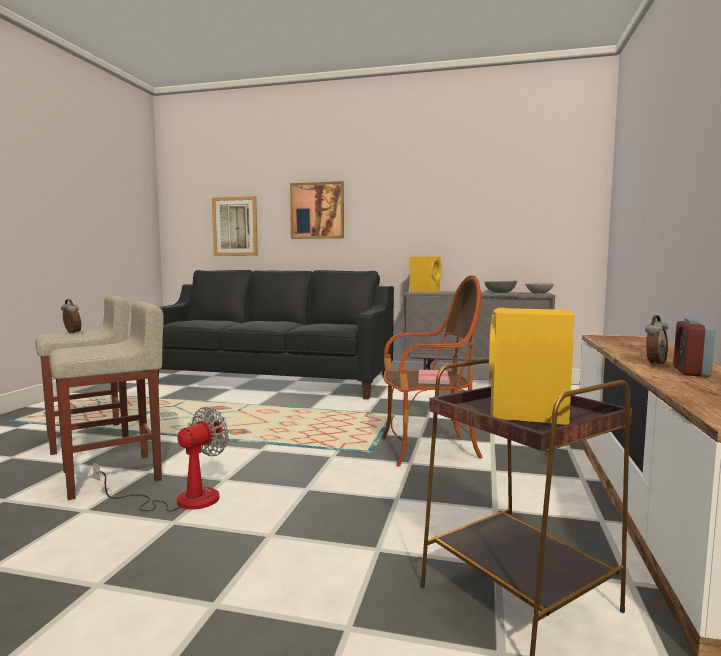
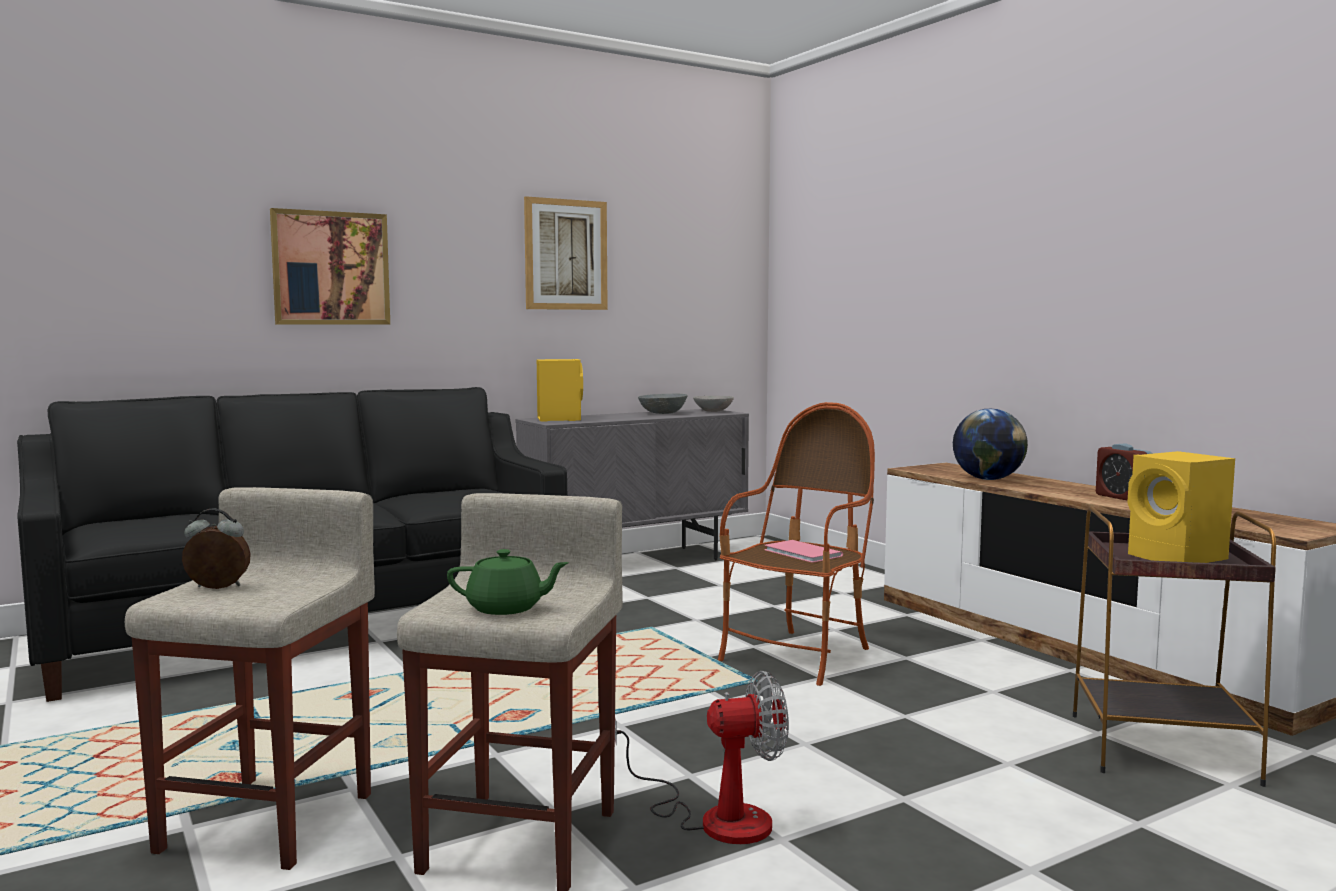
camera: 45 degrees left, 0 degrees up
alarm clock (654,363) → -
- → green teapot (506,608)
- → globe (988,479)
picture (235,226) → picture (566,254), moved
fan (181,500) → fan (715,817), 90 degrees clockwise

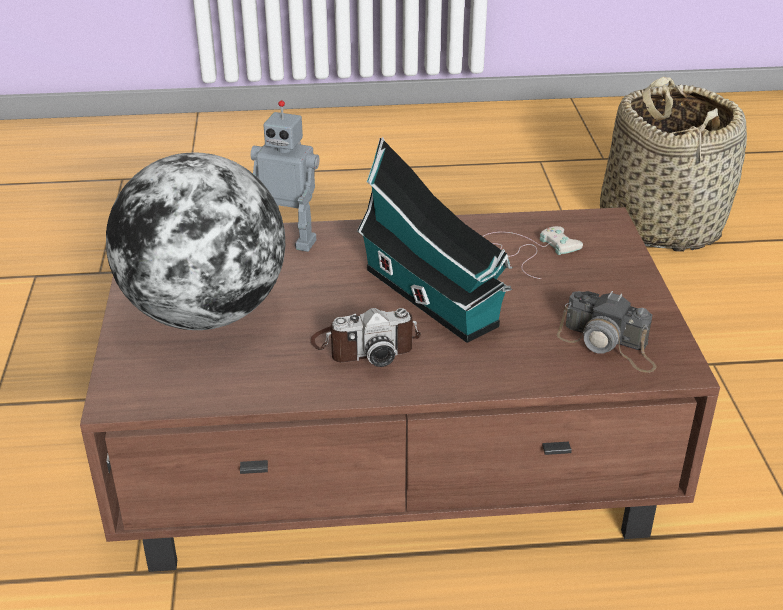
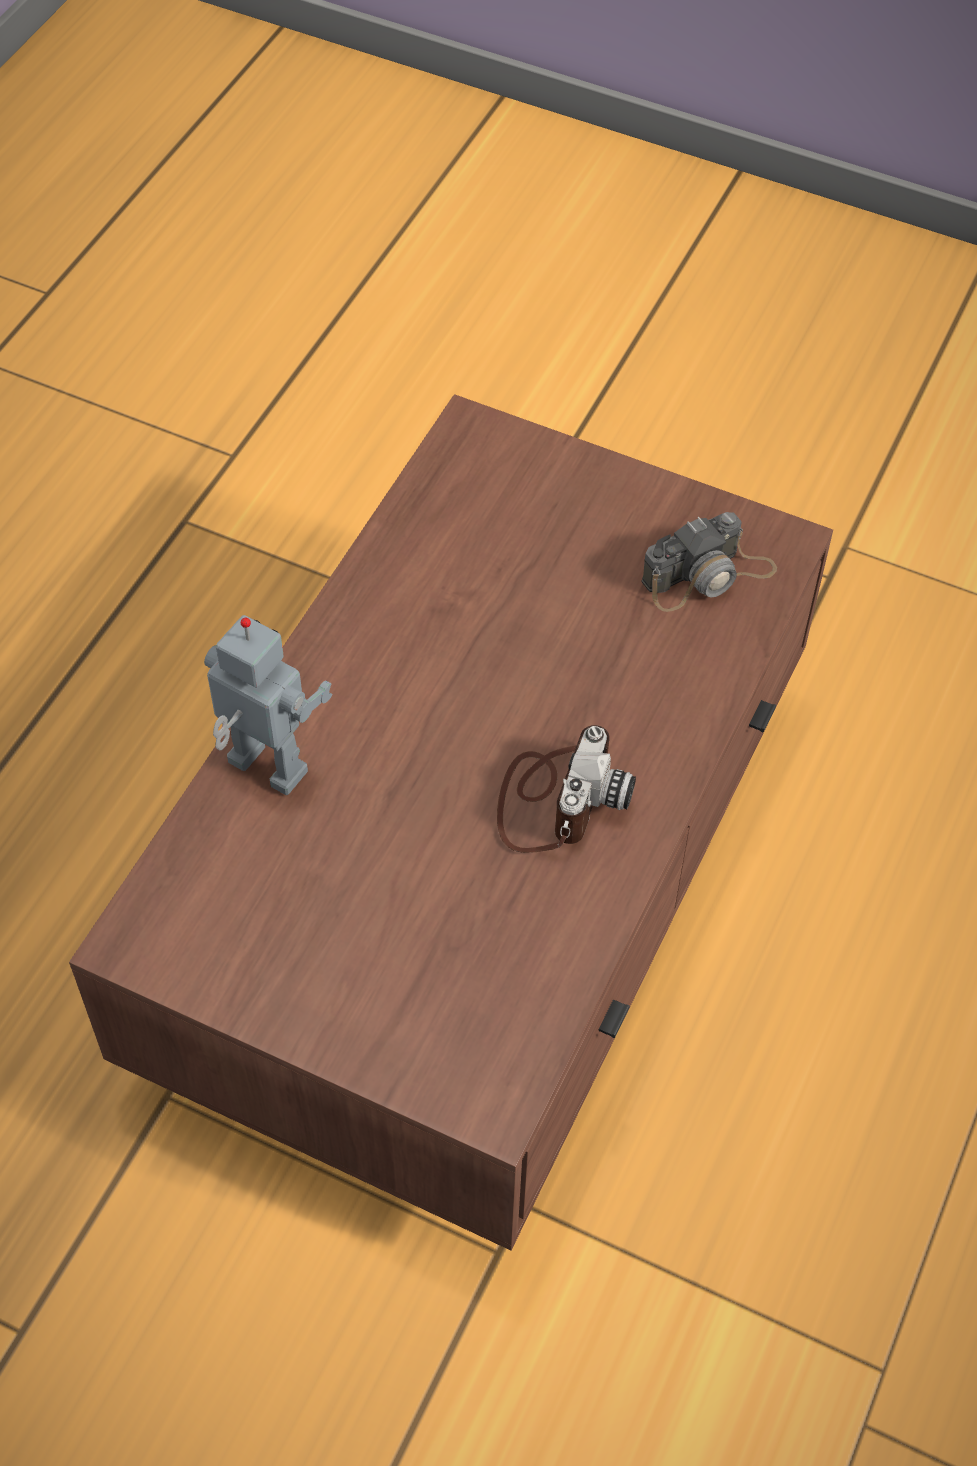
camera: 60 degrees left, 20 degrees up
globe (205,313) → -
toy house (434,300) → -
white game controller (529,250) → -
basket (661,223) → -
toy robot (291,241) → toy robot (264,770), 105 degrees counterclockwise

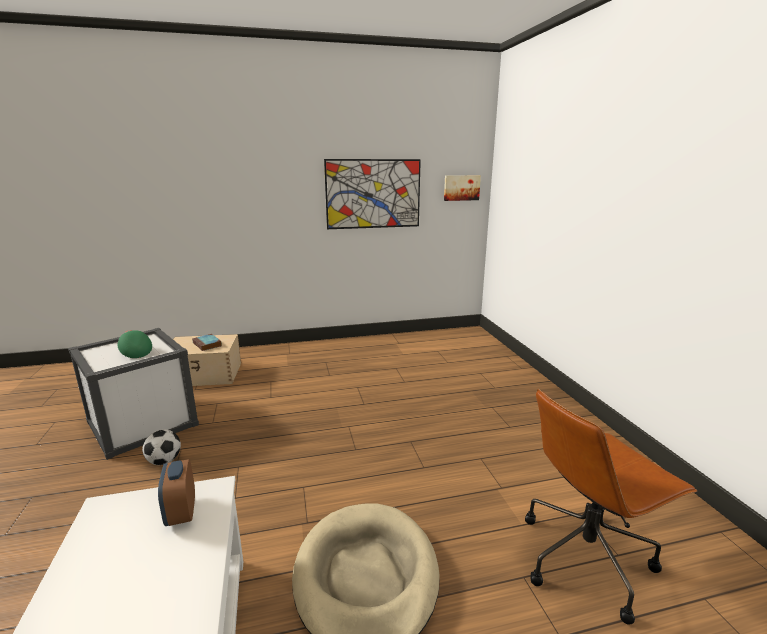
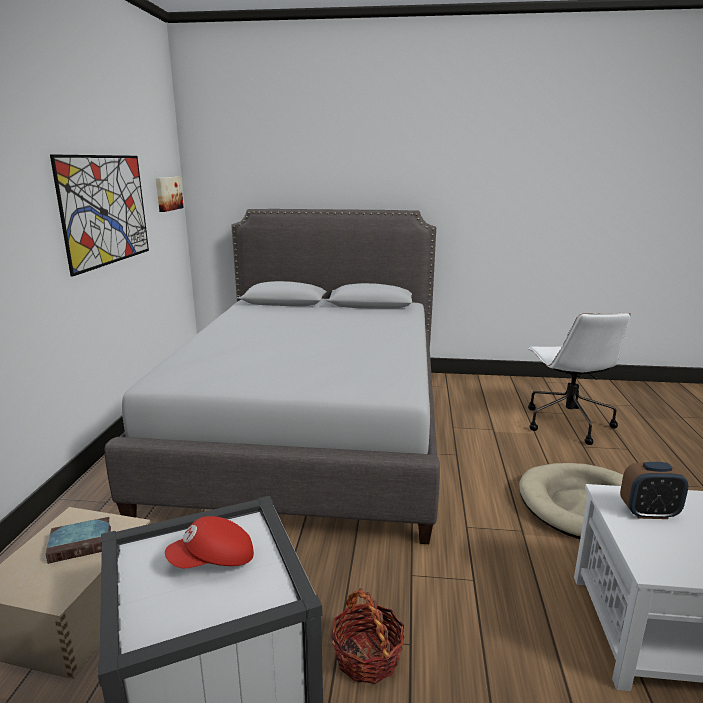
camera: 70 degrees left, 0 degrees up
- → grey bed (312,430)
football (164,461) → basket (367,656)
green cap (135,352) → red cap (213,561)
brown office chair (586,558) → white office chair (566,423)

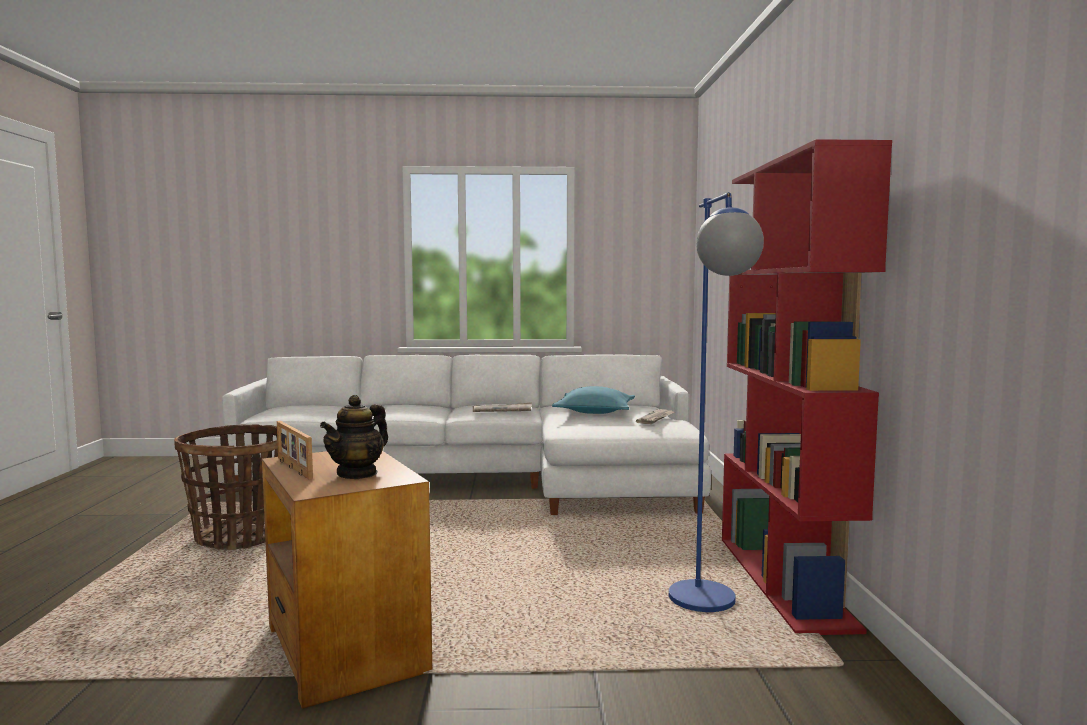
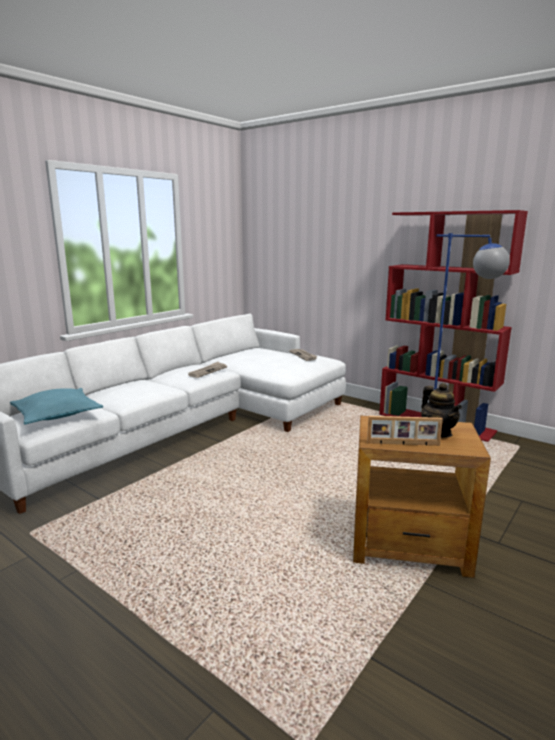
camera: 50 degrees left, 10 degrees up
basket (239,537) → -
turquoise pillow (594,412) → turquoise pillow (57,415), moved

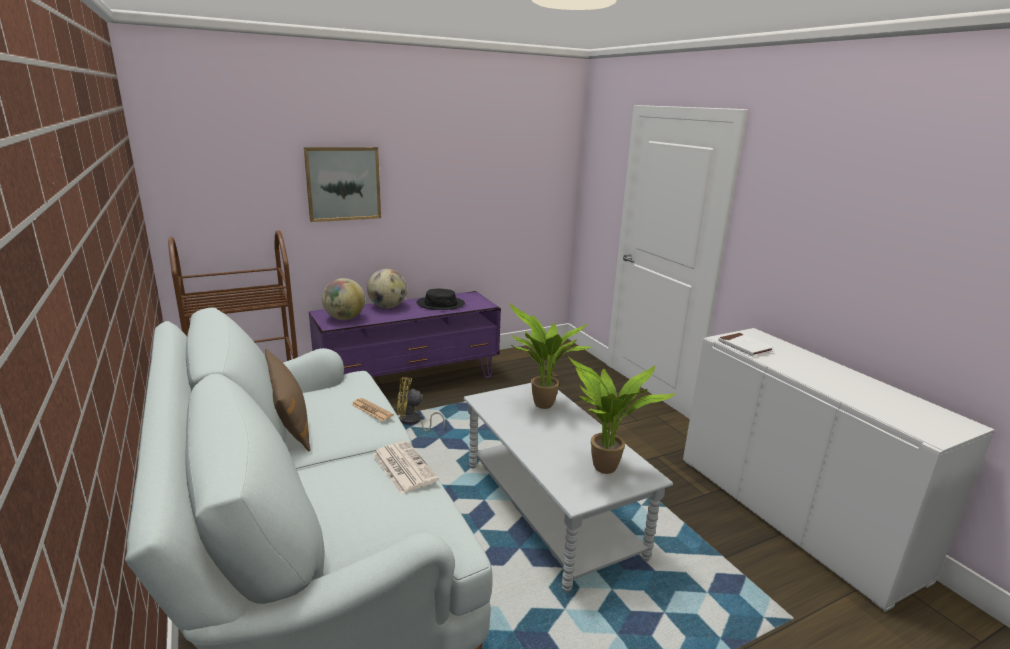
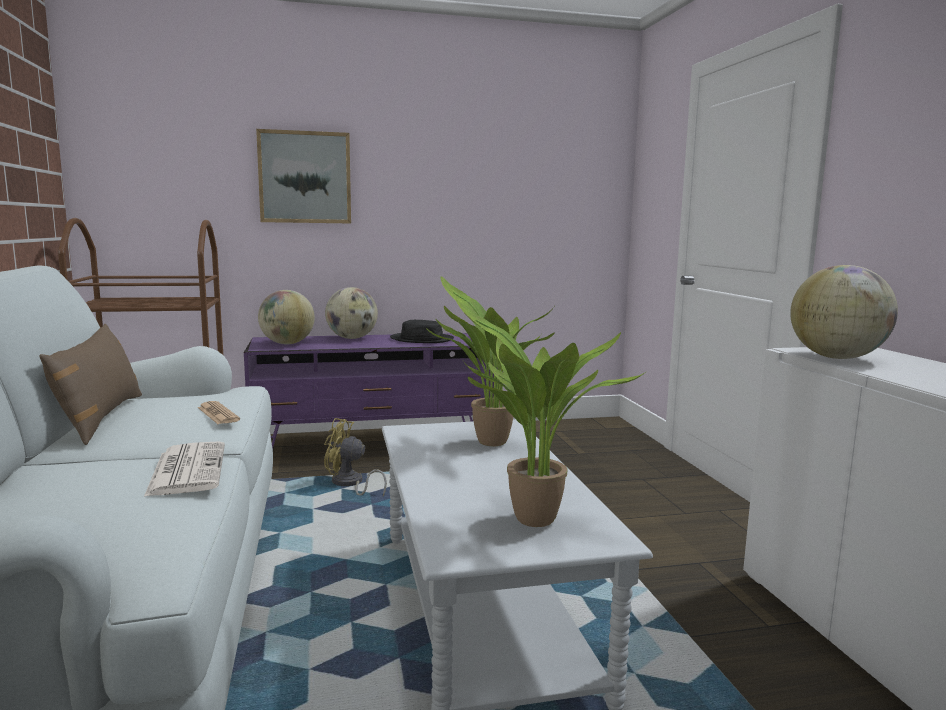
camera: 15 degrees right, 10 degrees down
white book (745,347) → globe (836,358)

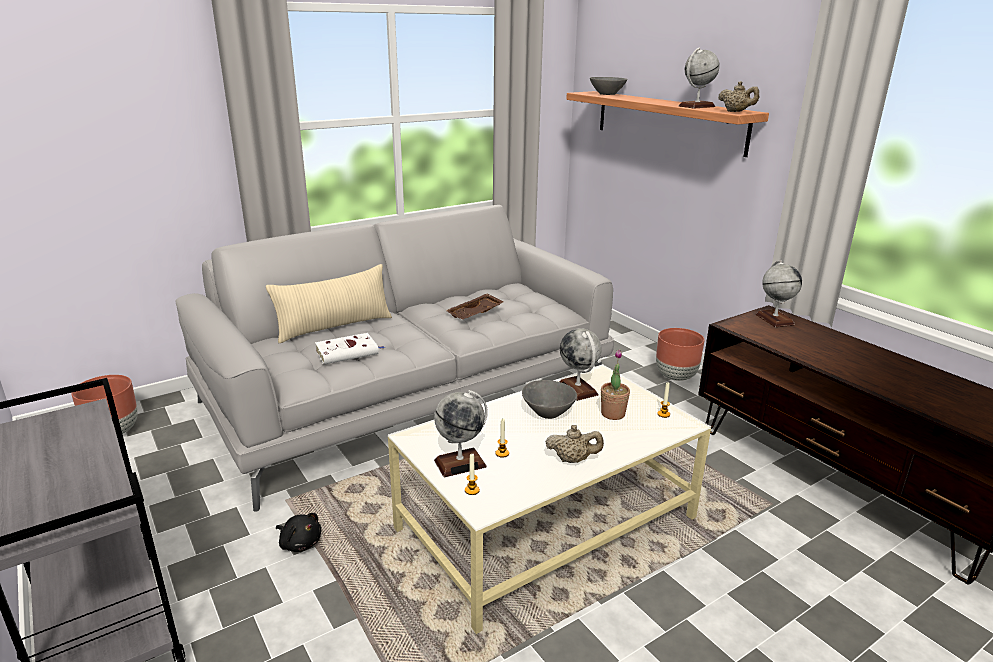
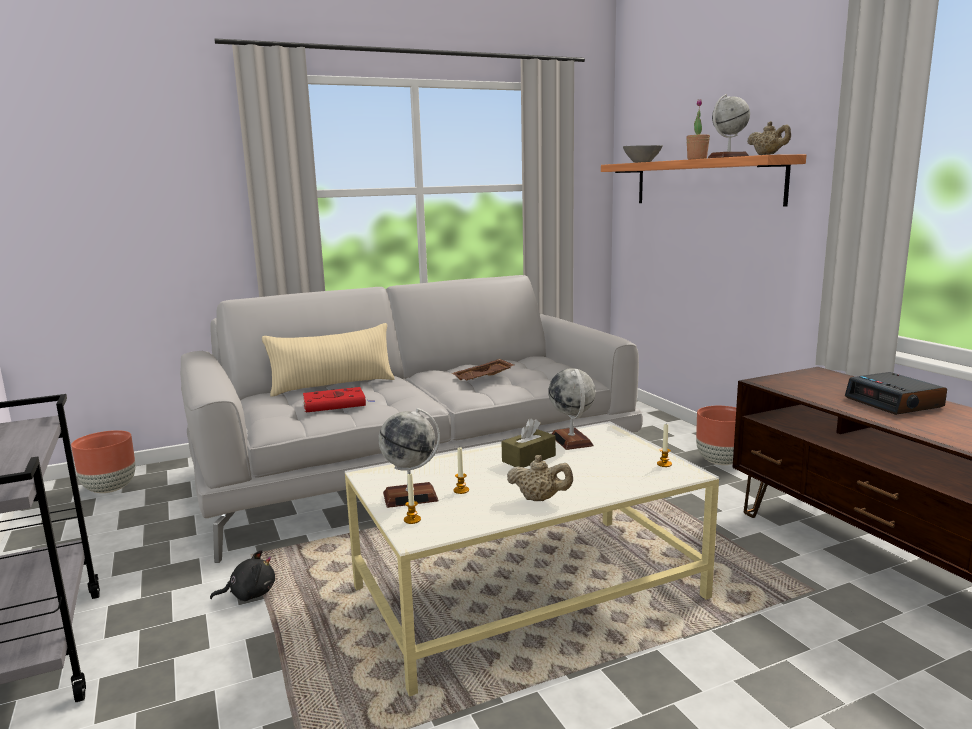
camera: 10 degrees right, 10 degrees down
globe (774,319) → -
- → alarm clock (894,402)
potted plant (613,414) → potted plant (697,159), moved
grey bowl (548,412) → brown tissue box (529,458)
white book (349,352) → red book (336,404)
black plush toy (300,543) → black plush toy (249,594), 60 degrees counterclockwise

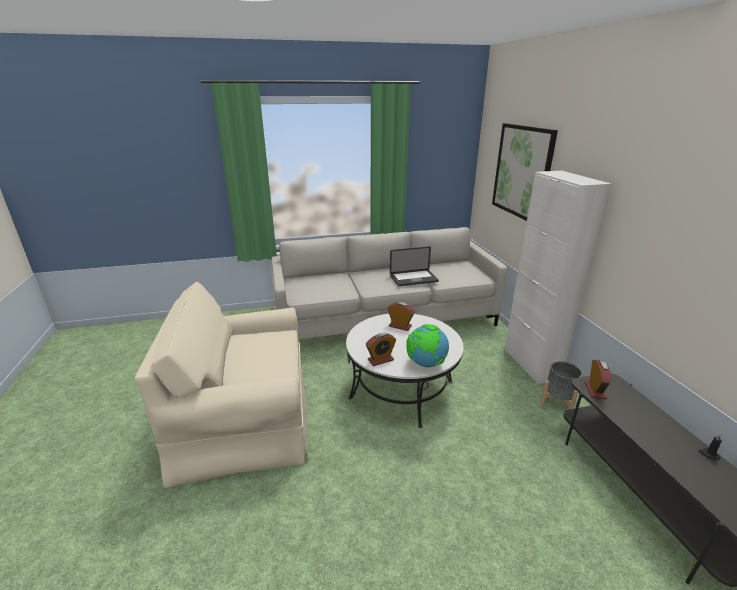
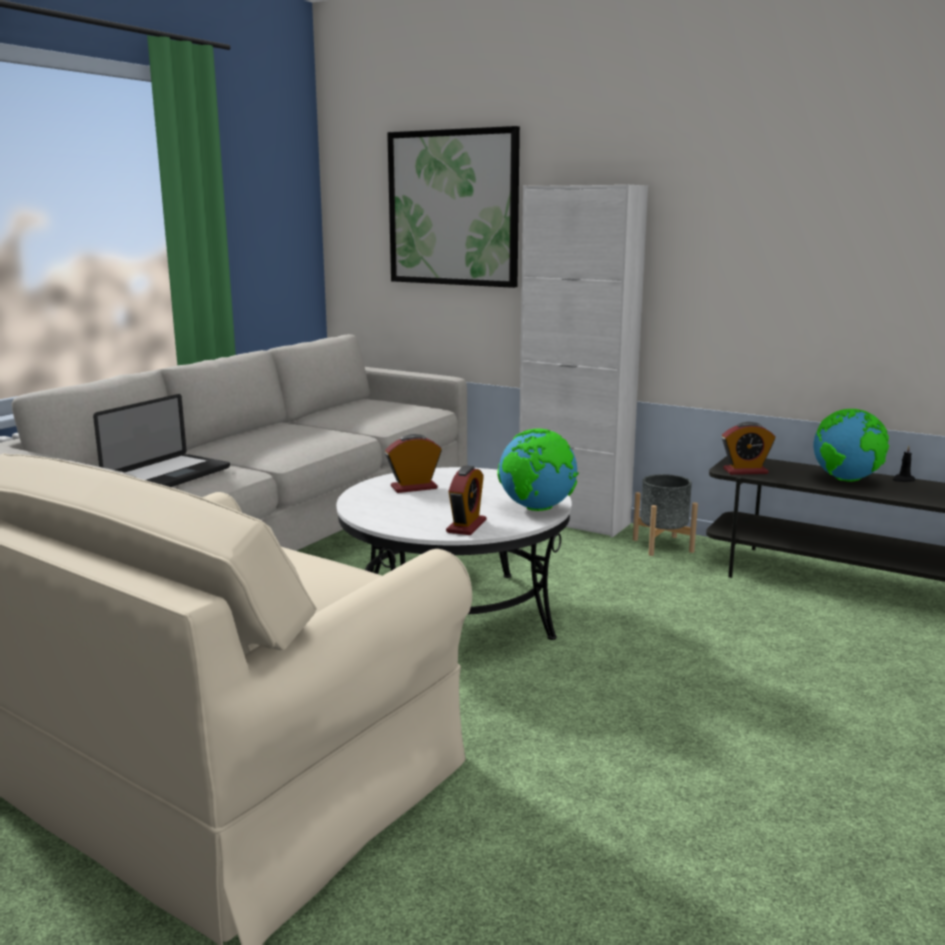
camera: 45 degrees left, 10 degrees down
- → globe (847,480)
laptop (413,279) → laptop (168,476), moved
alarm clock (595,390) → alarm clock (745,471), 120 degrees clockwise

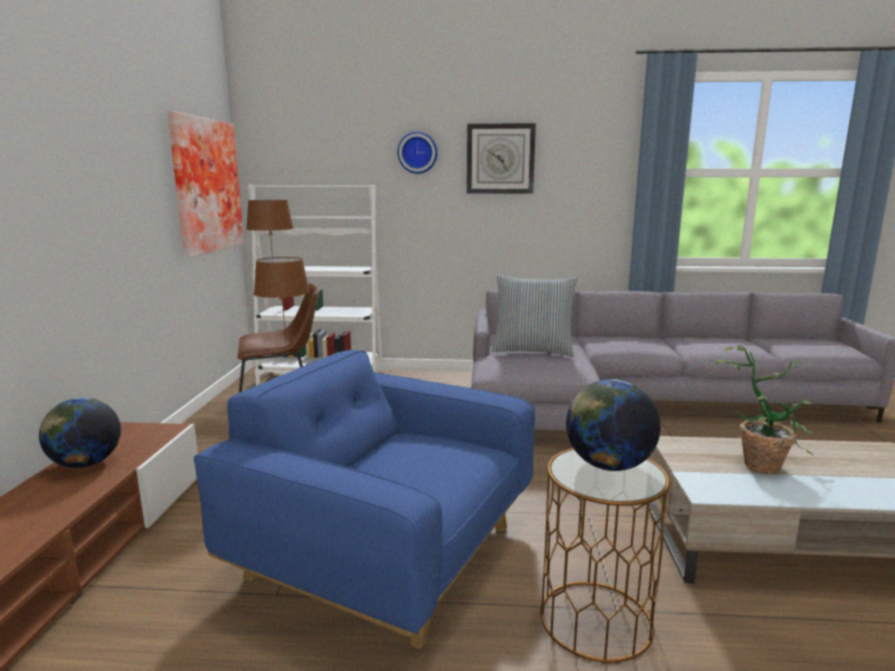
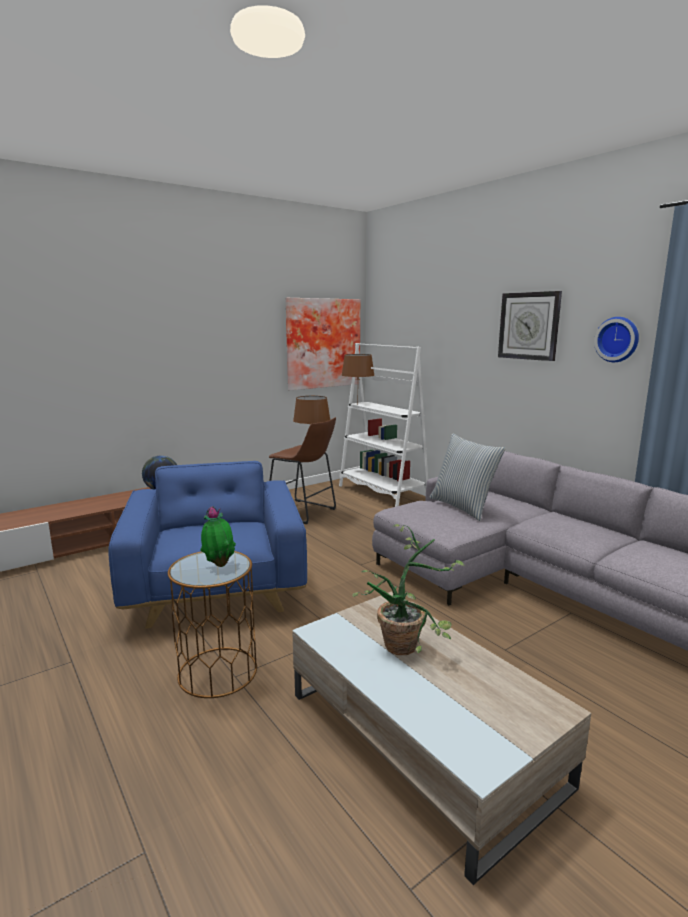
camera: 50 degrees right, 0 degrees up
wall clock (417,153) → wall clock (617,339), moved
globe (608,465) → potted plant (219,564)

